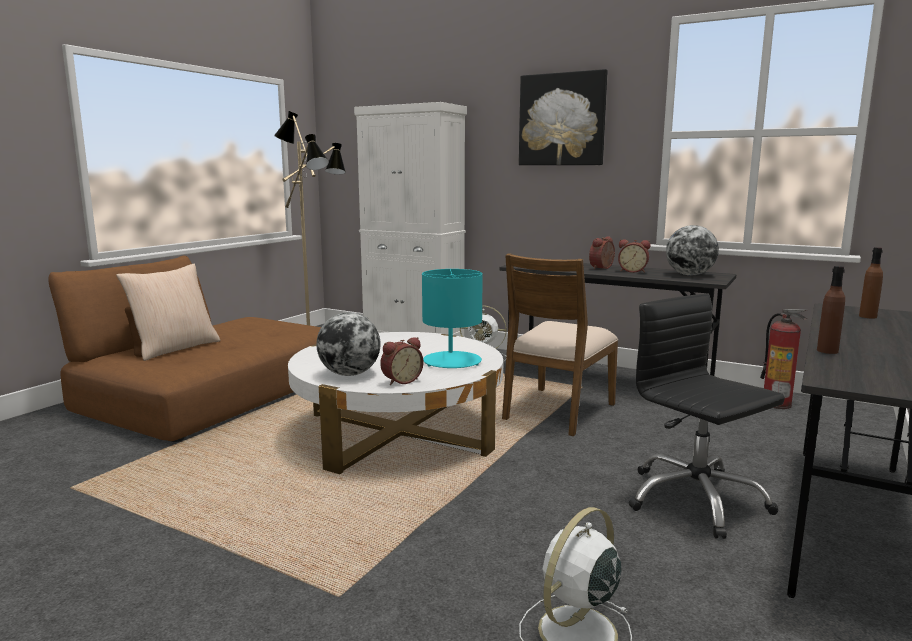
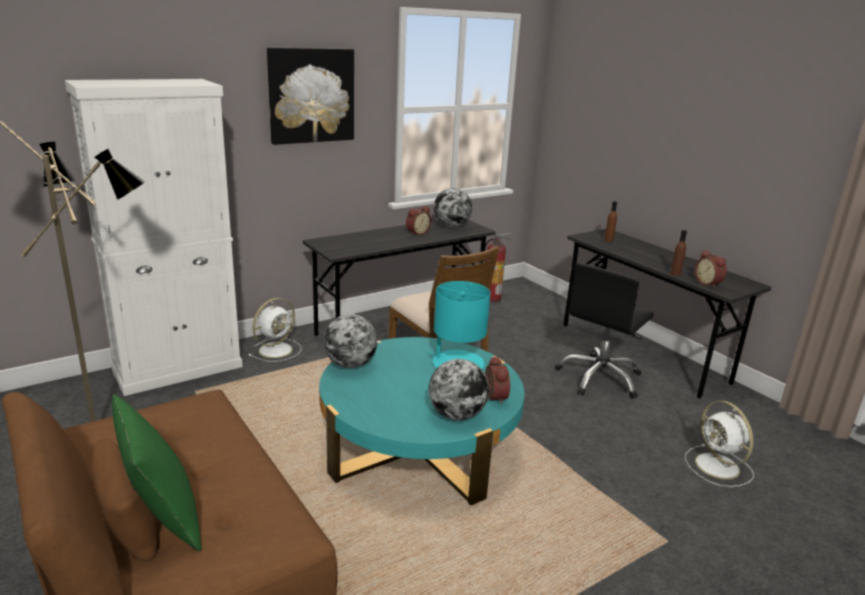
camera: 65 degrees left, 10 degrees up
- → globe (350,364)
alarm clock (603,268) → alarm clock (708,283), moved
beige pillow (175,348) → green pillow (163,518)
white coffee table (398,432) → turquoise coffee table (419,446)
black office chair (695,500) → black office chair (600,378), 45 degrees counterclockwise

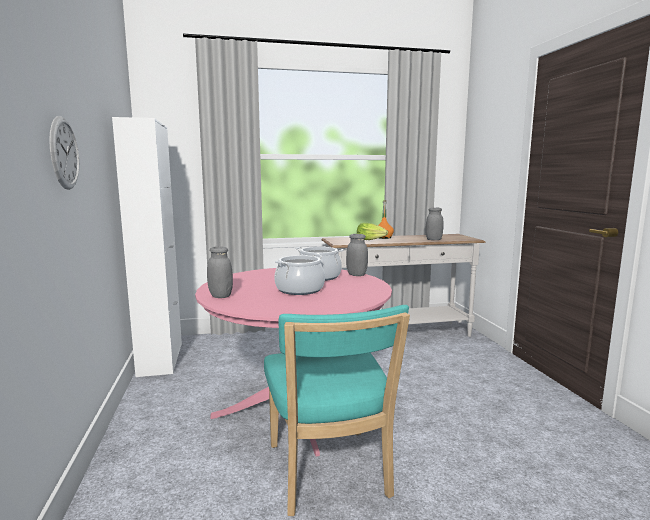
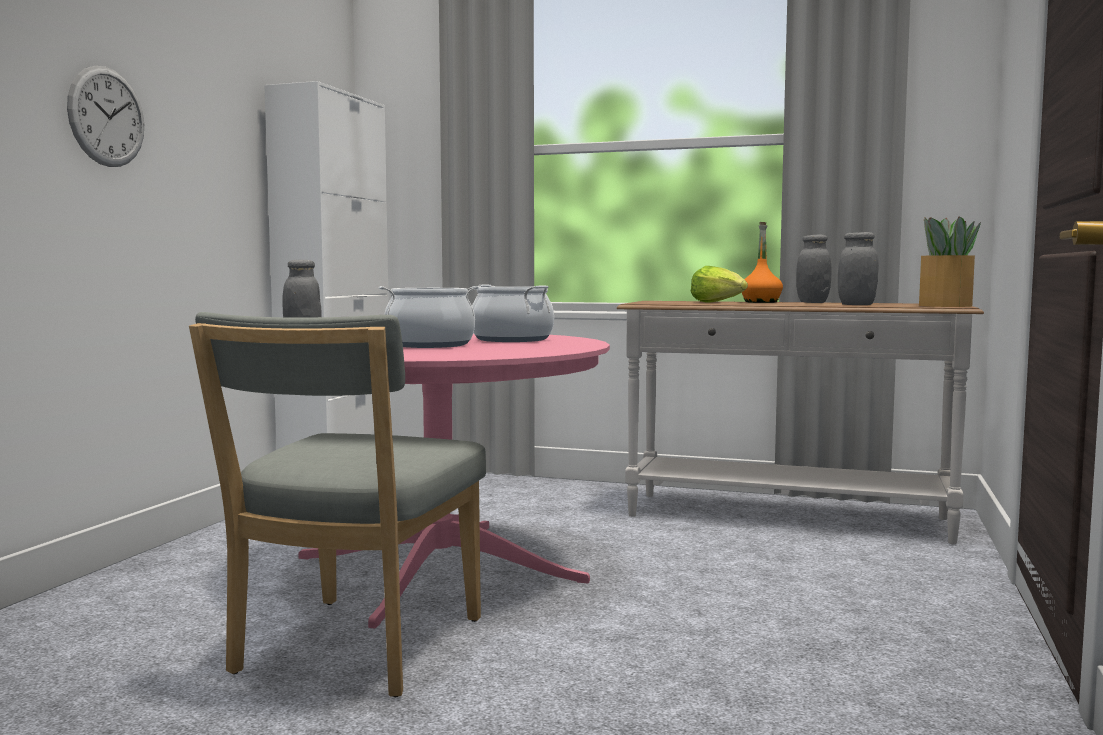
camera: 30 degrees right, 5 degrees down
- → potted plant (944,306)
grey jar (356,275) → grey jar (812,302), moved
turquoise chair (329,474) → grey chair (353,650)

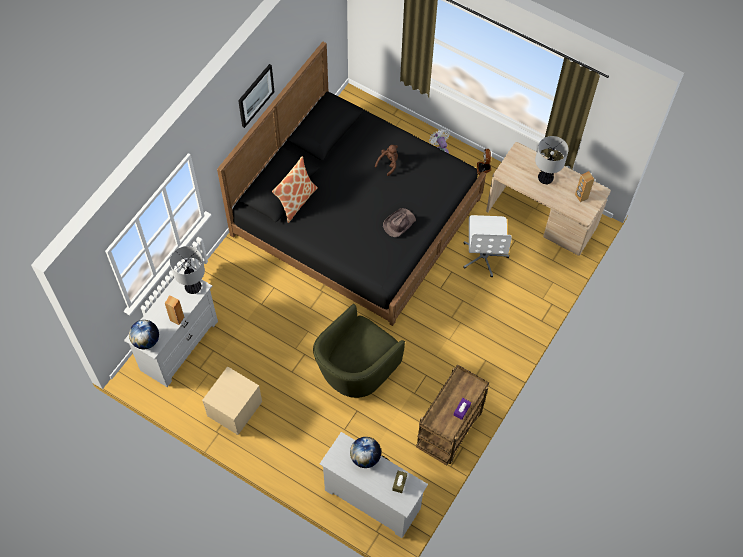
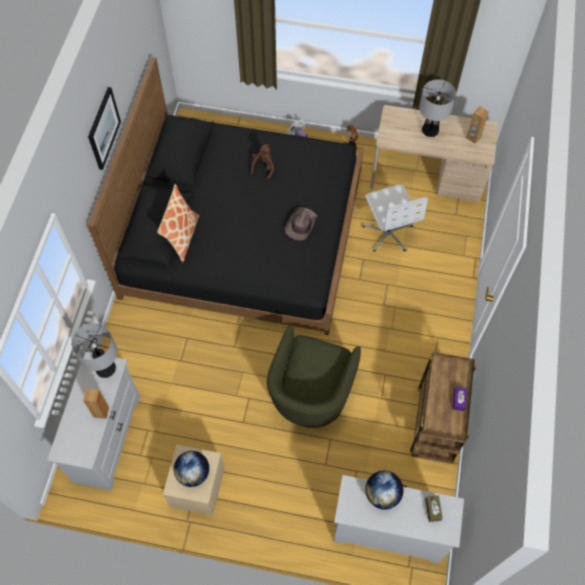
camera: 20 degrees left, 0 degrees up
globe (146,340) → globe (193,473), moved

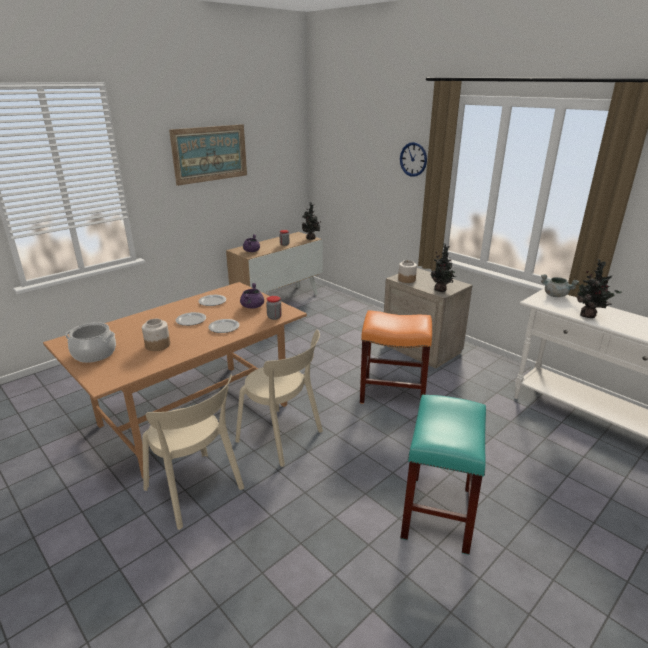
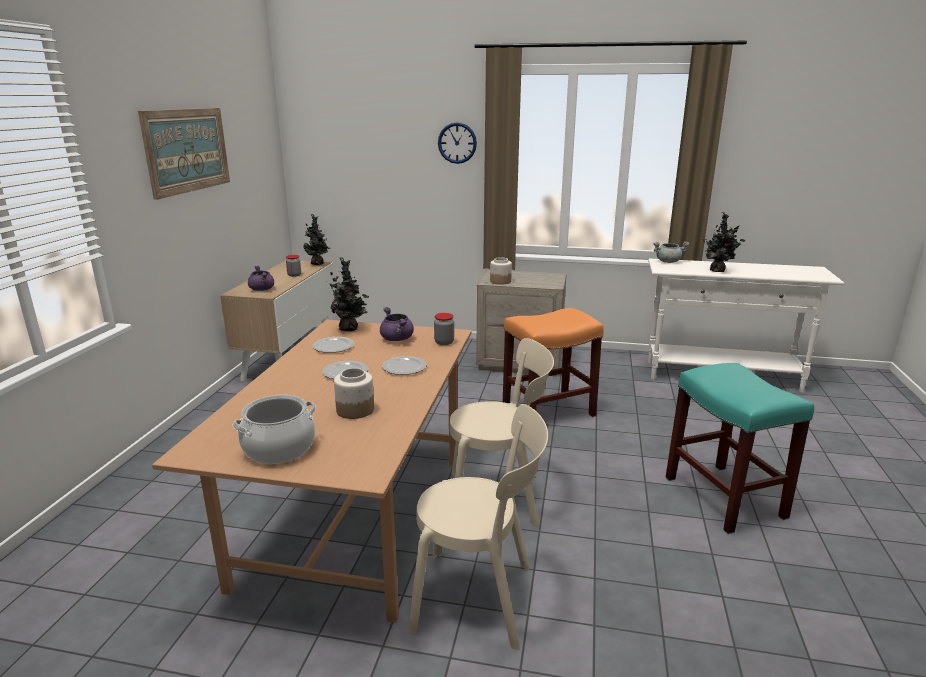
camera: 35 degrees left, 5 degrees down
potted plant (441,290) → potted plant (350,329), moved

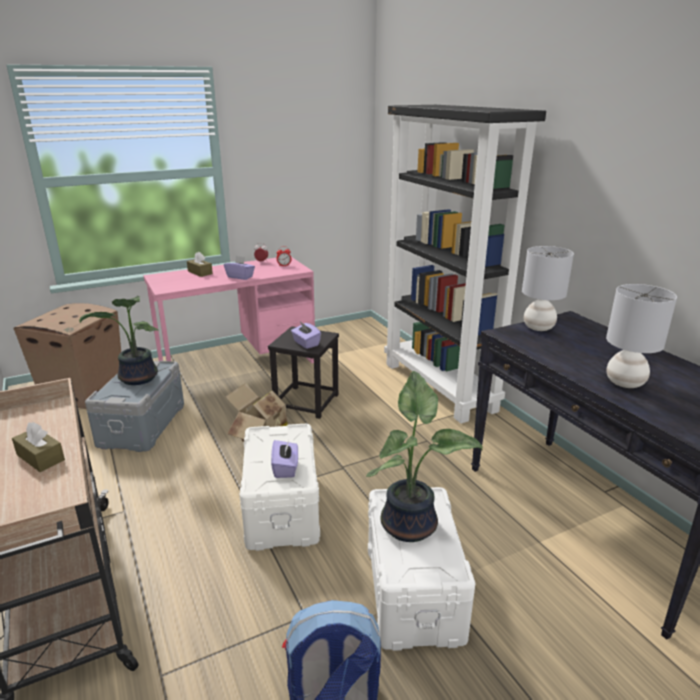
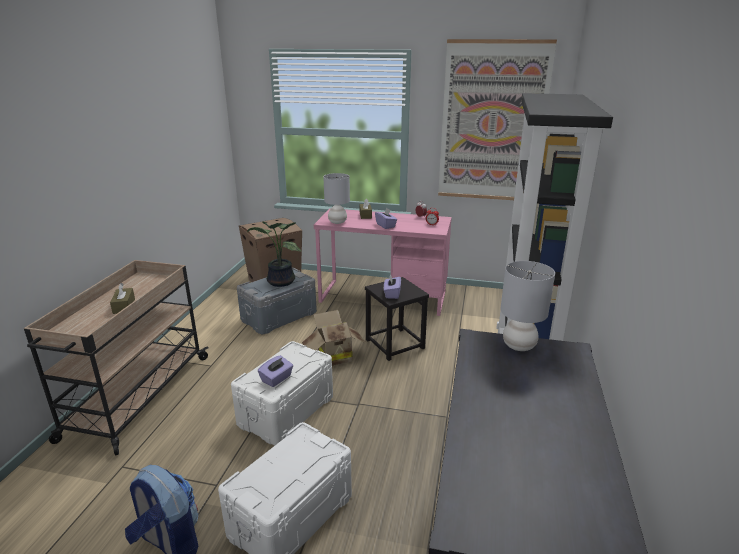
camera: 40 degrees right, 0 degrees up
potted plant (411,523) → -
- → picture (492,123)
grey table lamp (625,383) → grey table lamp (337,222), moved

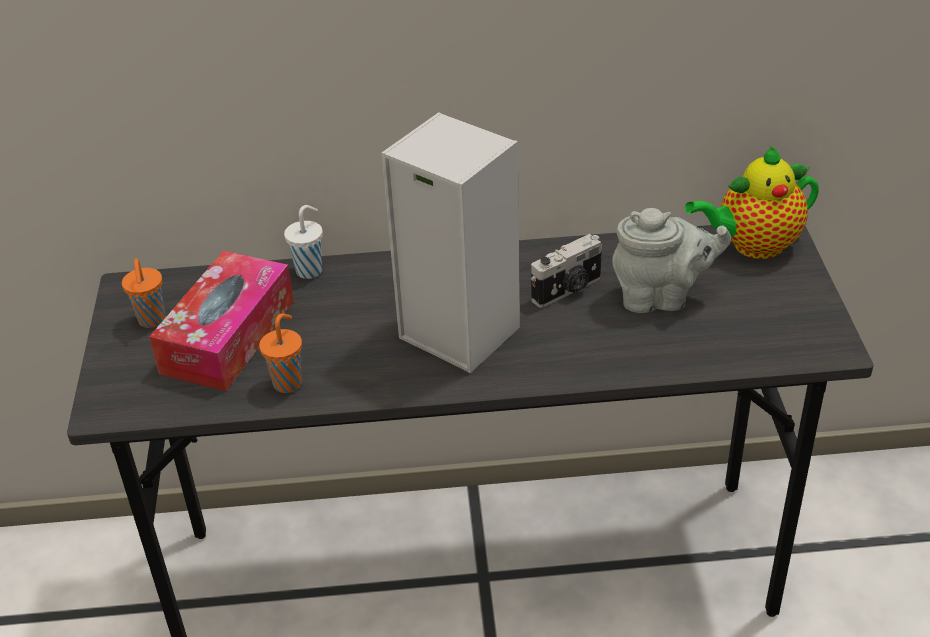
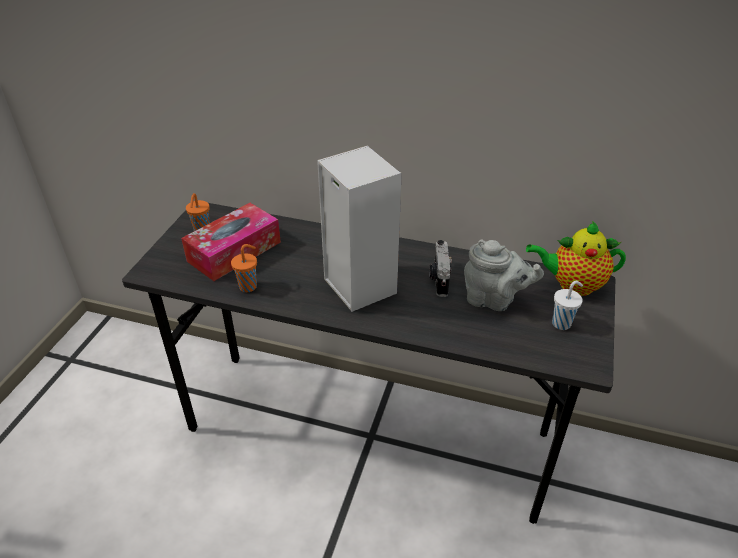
camera: 20 degrees right, 0 degrees up
white cup (310,270) → white cup (562,323), moved
photo camera (568,290) → photo camera (439,279), 105 degrees clockwise

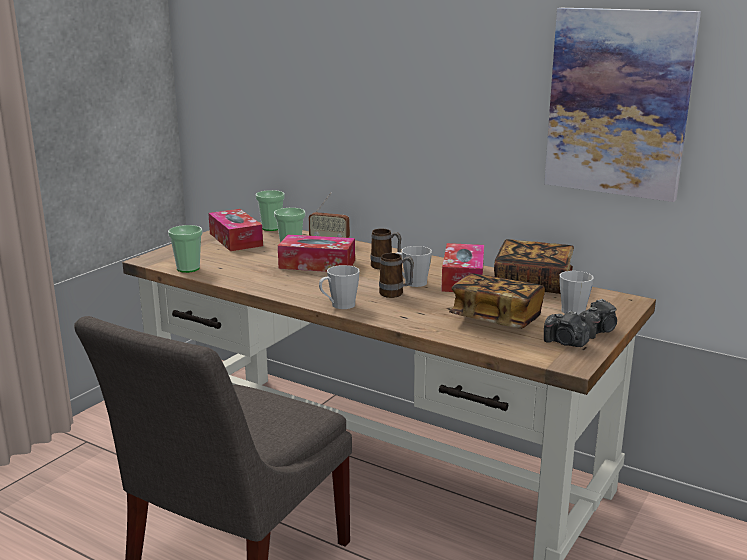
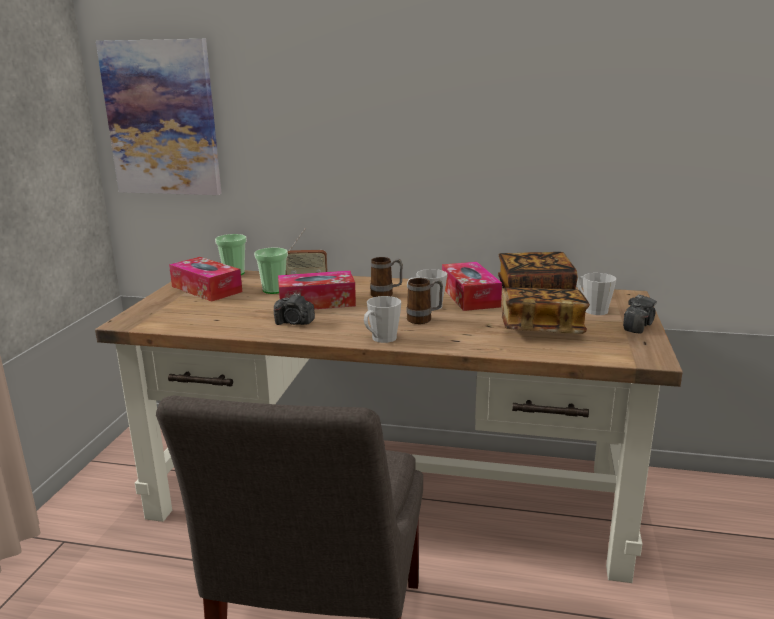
camera: 20 degrees left, 0 degrees up
cup (188,268) → -
picture (618,103) → picture (162,118), moved
photo camera (565,343) → photo camera (294,323), moved

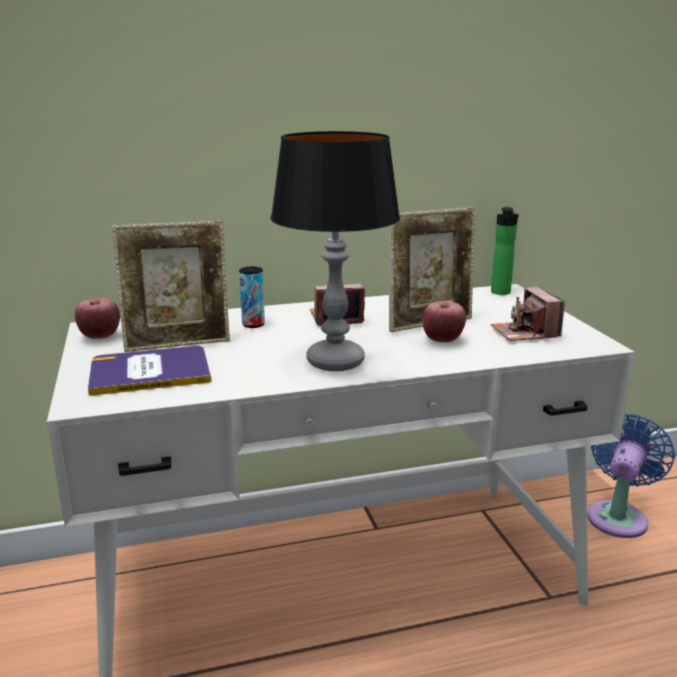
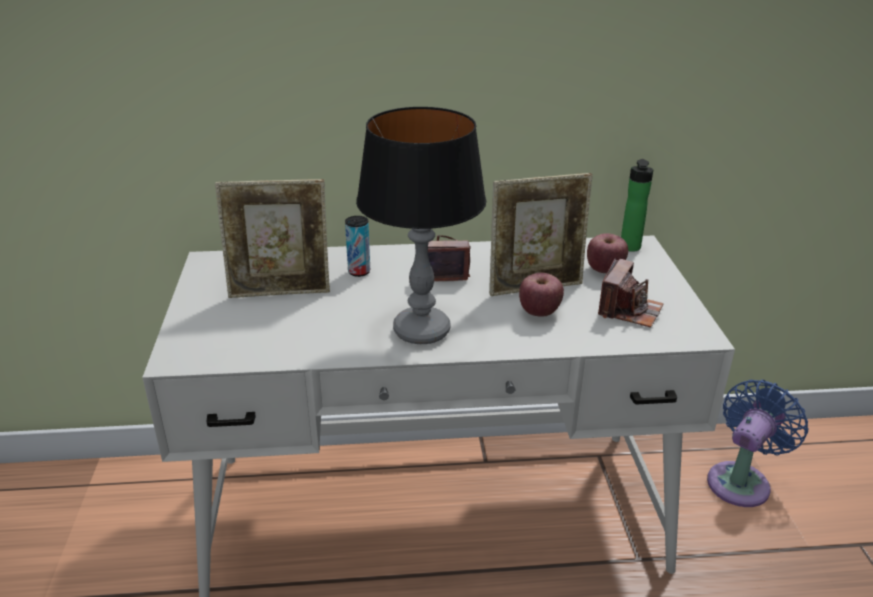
camera: 10 degrees right, 10 degrees up
book (150,372) → -
apple (100,336) → apple (604,270), moved
photo camera (524,333) → photo camera (629,310), 150 degrees counterclockwise

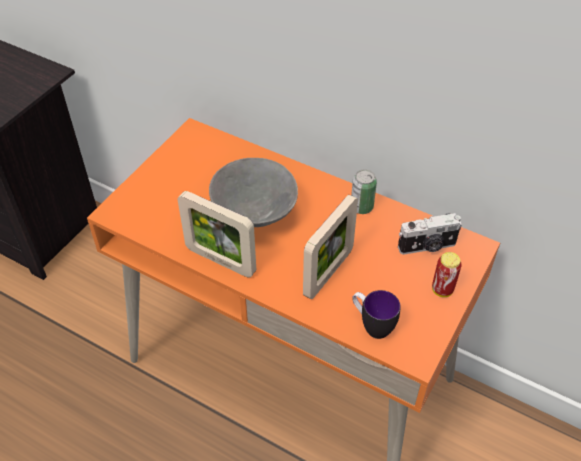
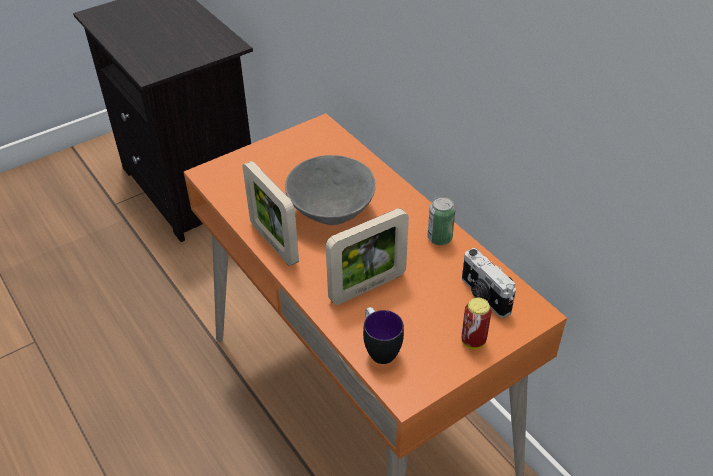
camera: 25 degrees right, 5 degrees down
photo camera (427,247) → photo camera (484,296), 45 degrees clockwise

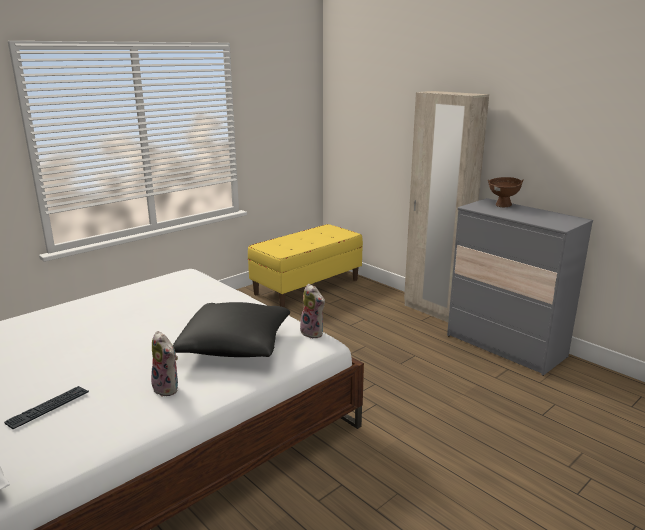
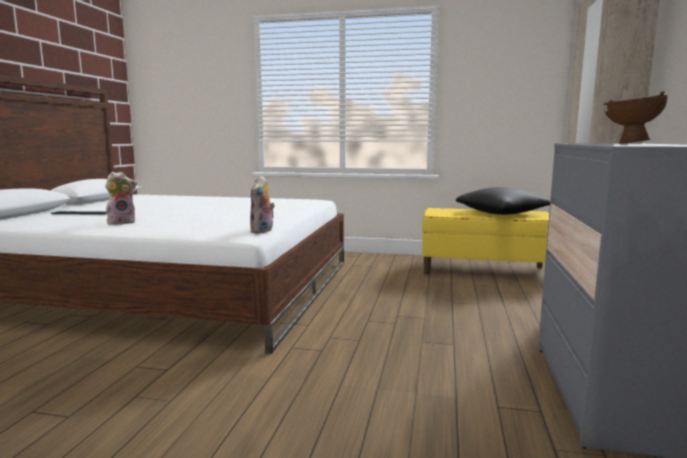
camera: 55 degrees right, 10 degrees down
black pillow (235,345) → black pillow (501,213), moved
plush toy (168,388) → plush toy (122,222), 135 degrees counterclockwise

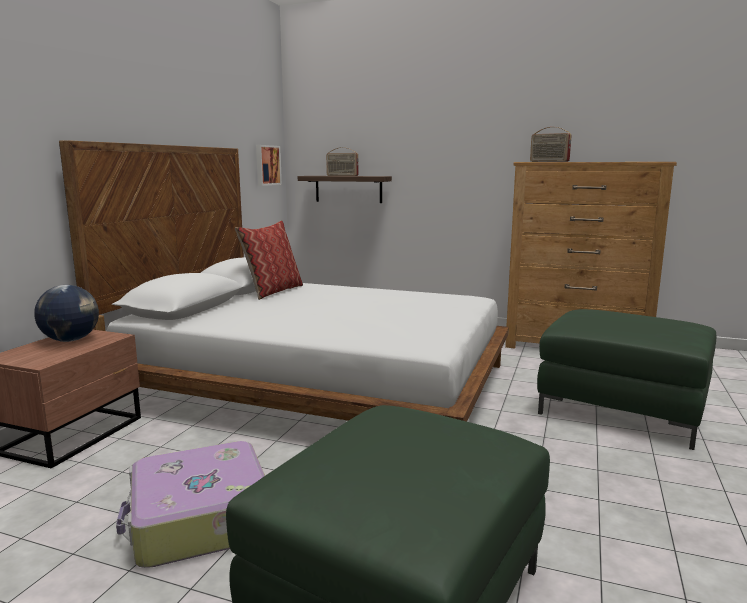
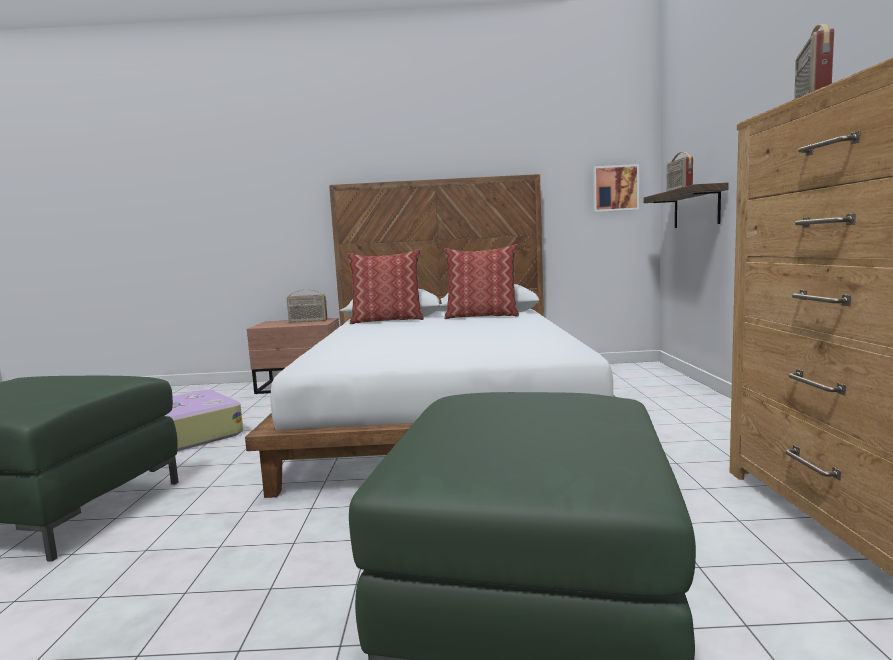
camera: 70 degrees right, 5 degrees down
- → pillow (387,320)
globe (70,340) → radio (308,321)

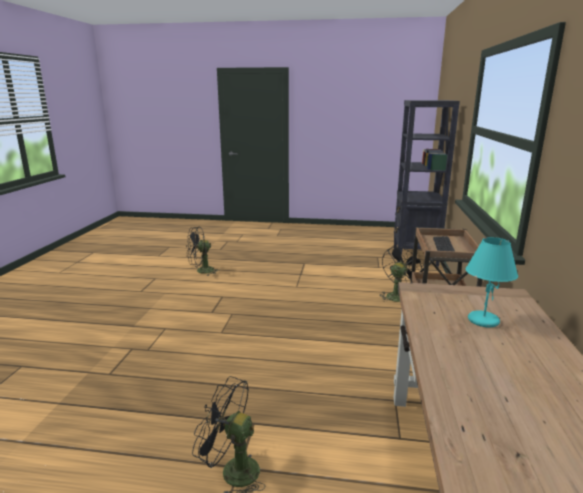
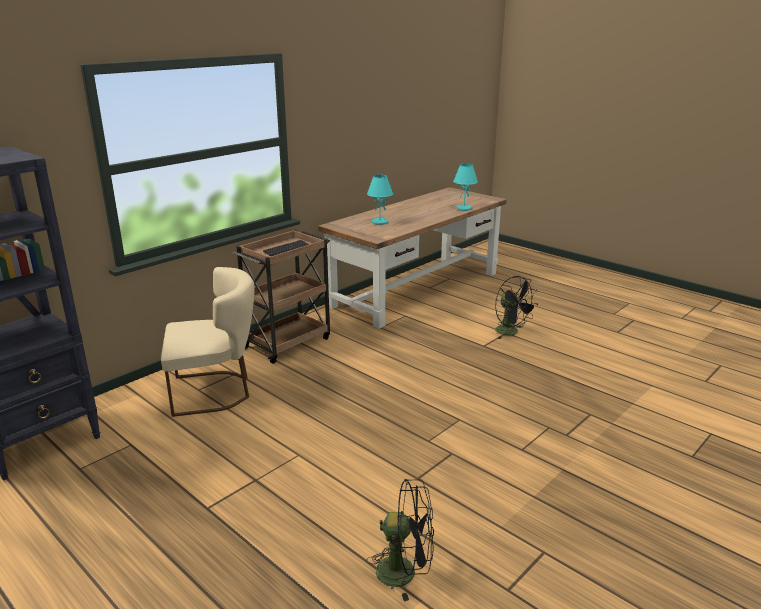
camera: 145 degrees left, 5 degrees up
- → turquoise table lamp (463,208)
black fan (397,296) → beige chair (215,391)

